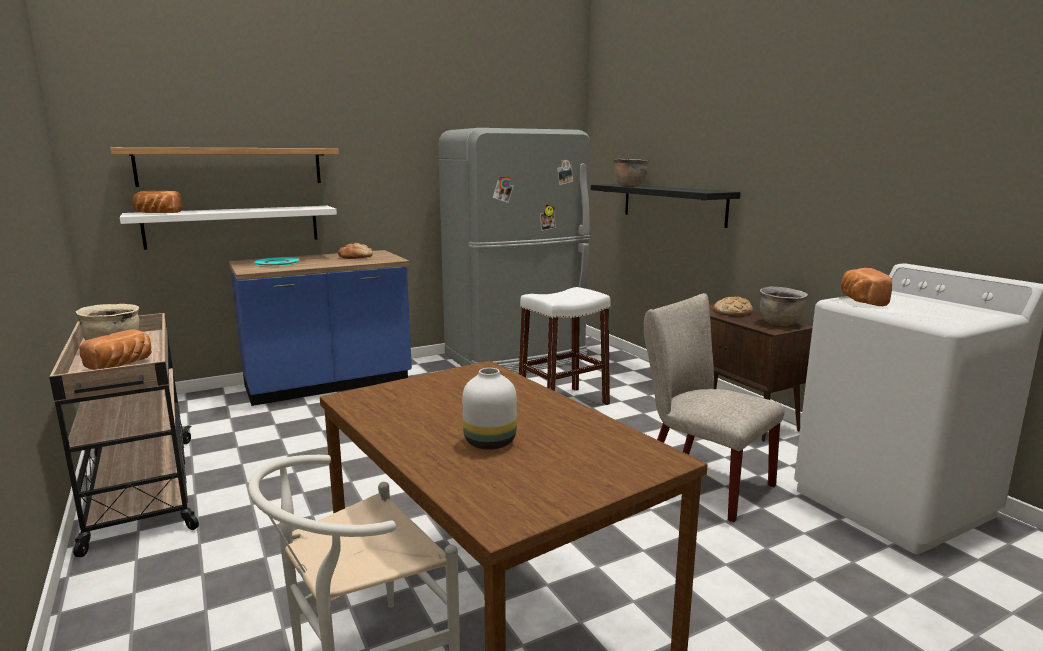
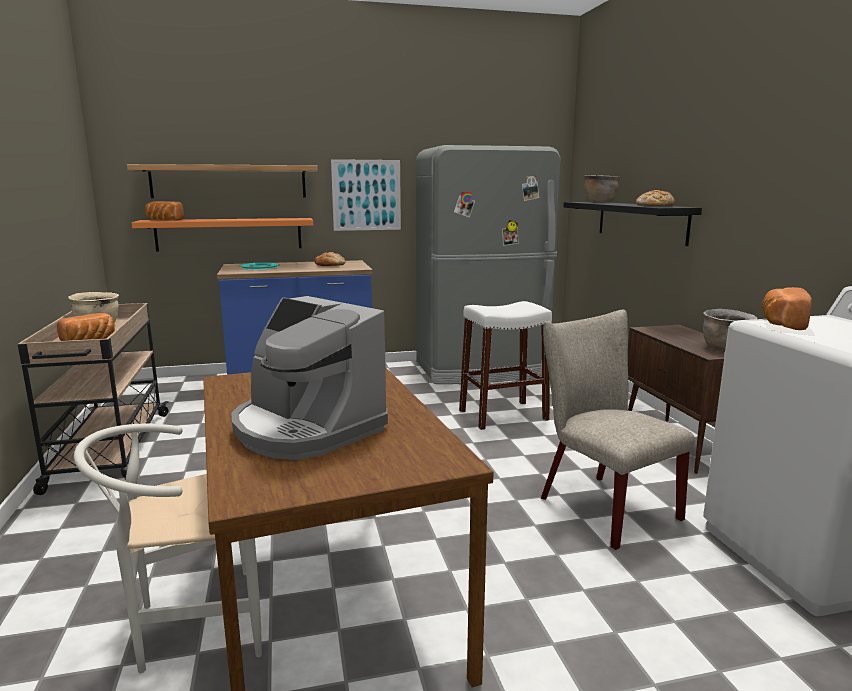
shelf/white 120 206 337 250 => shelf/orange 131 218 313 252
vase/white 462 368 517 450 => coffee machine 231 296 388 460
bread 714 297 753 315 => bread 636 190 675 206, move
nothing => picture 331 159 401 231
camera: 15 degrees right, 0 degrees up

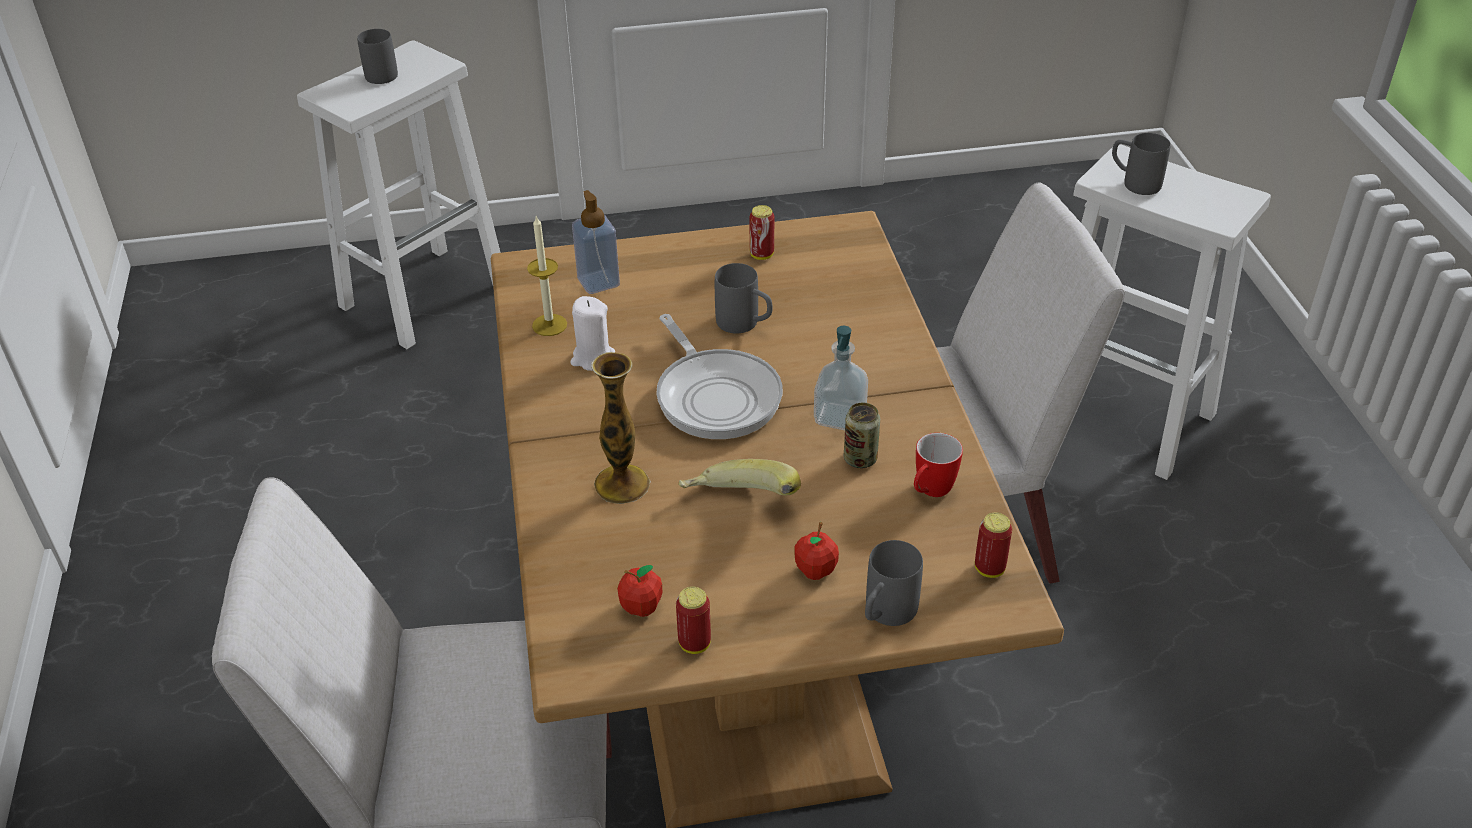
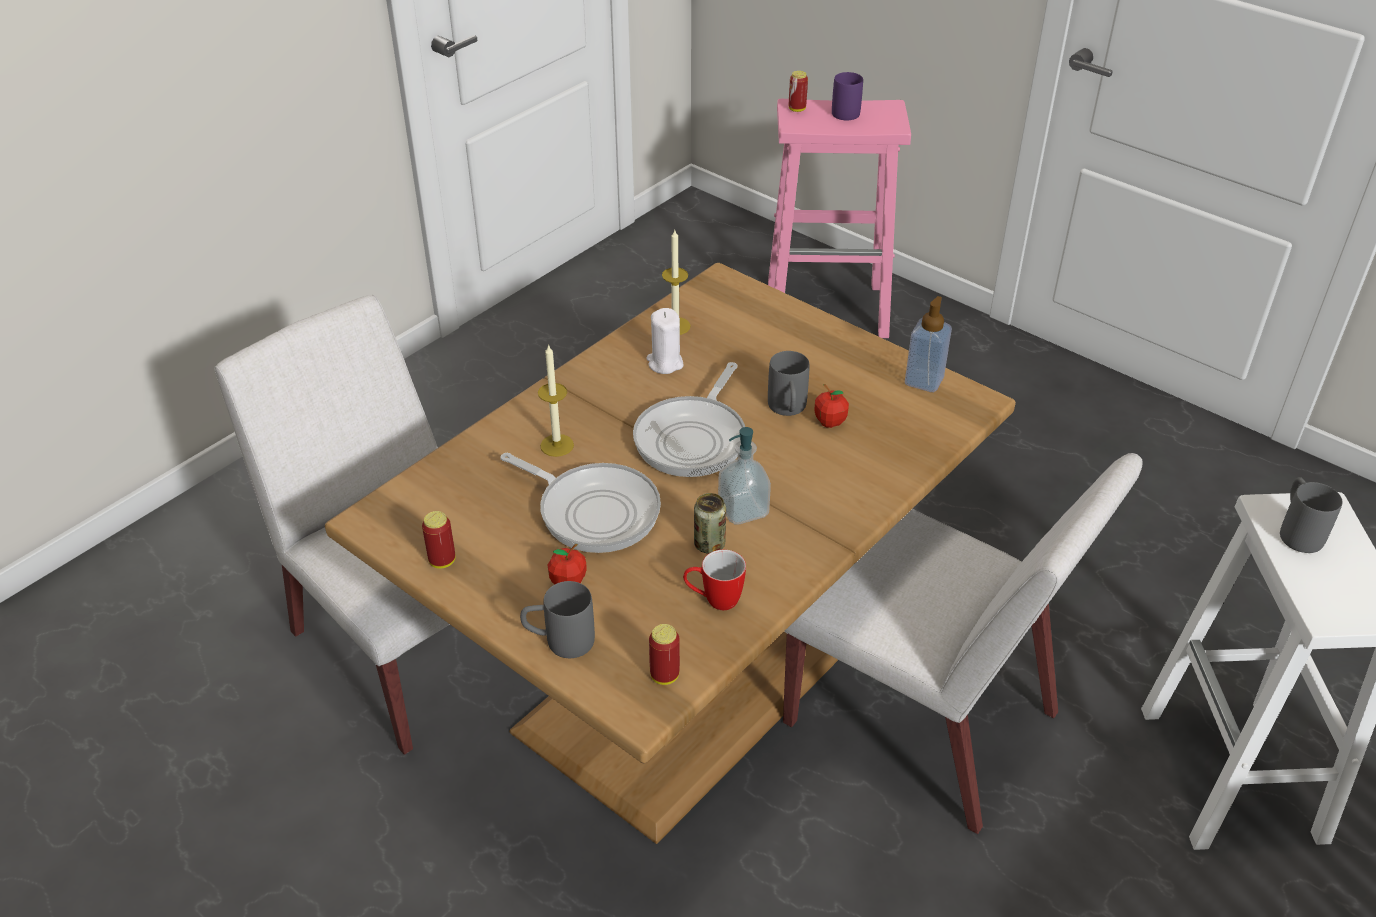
stool/white 297 40 501 349 => stool/pink 768 99 911 338
mug/grey 357 29 398 84 => mug/purple 832 72 863 120
soap dispenser 572 190 620 294 => soap dispenser 905 296 952 392, move
vase 591 352 651 504 => candle 538 344 574 457
apple 617 565 662 617 => apple 814 384 849 428, move
banana 678 459 801 495 => frying pan 501 453 661 553
can 750 205 774 260 => can 789 71 808 112, move
camera: 50 degrees right, 0 degrees up

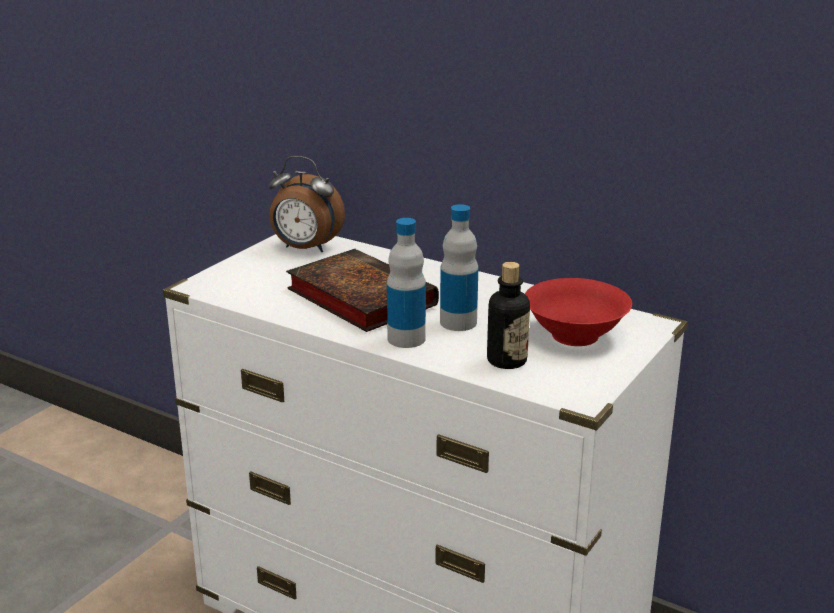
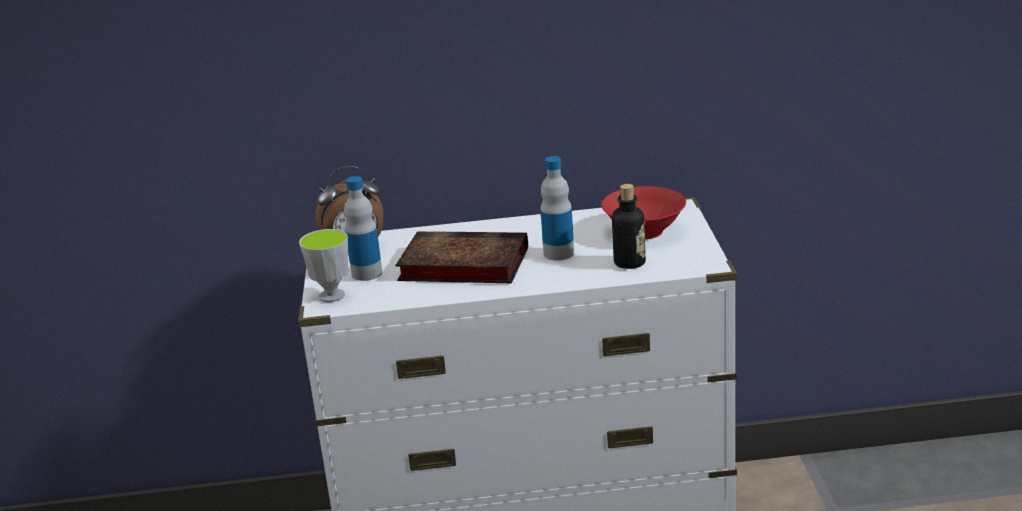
bottle 387 218 426 348 => bottle 344 176 382 281, move
nothing => cup 299 229 348 302
camera: 35 degrees left, 0 degrees up

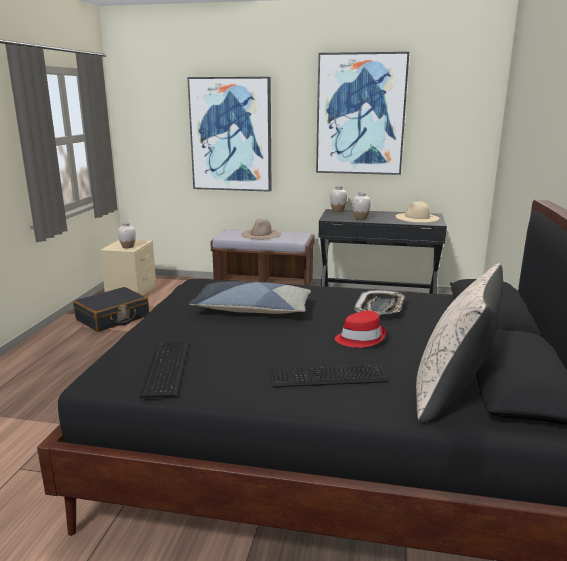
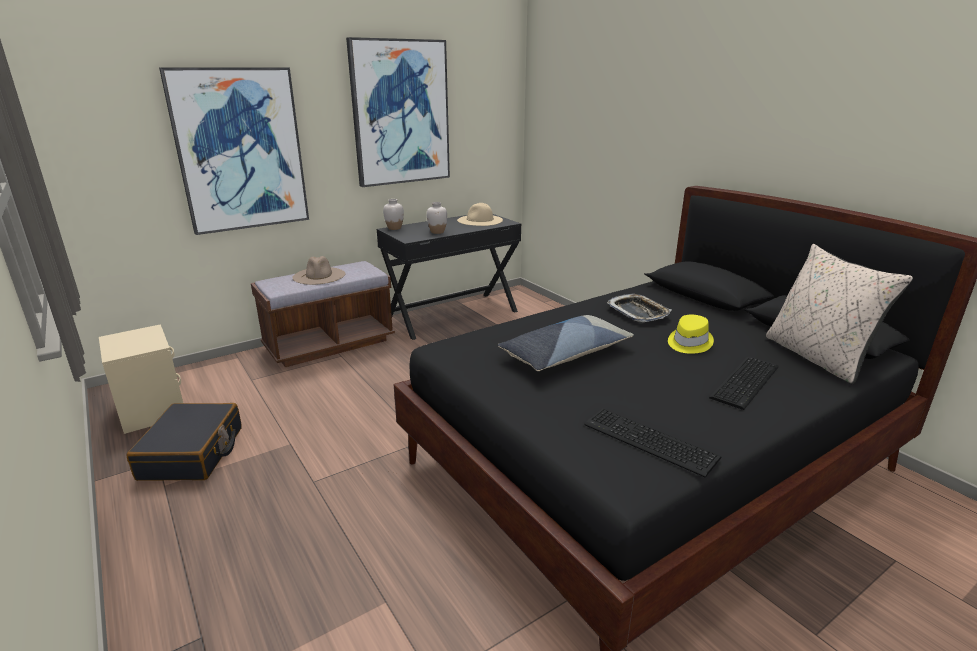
vase/white 118 222 136 248 => nothing
hat/red 335 311 386 348 => hat/yellow 668 315 714 354
camera: 45 degrees left, 5 degrees up

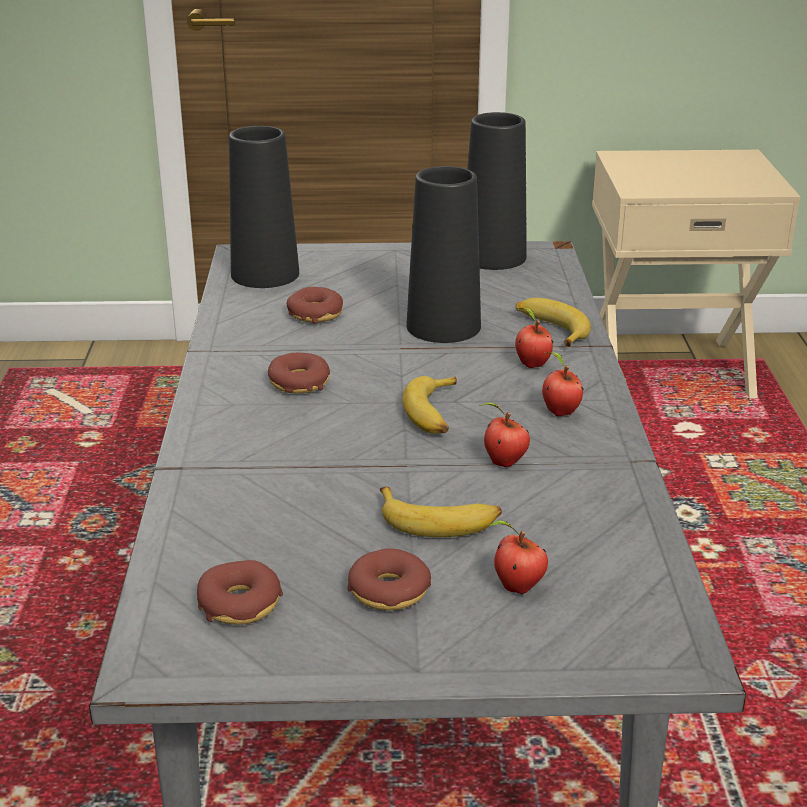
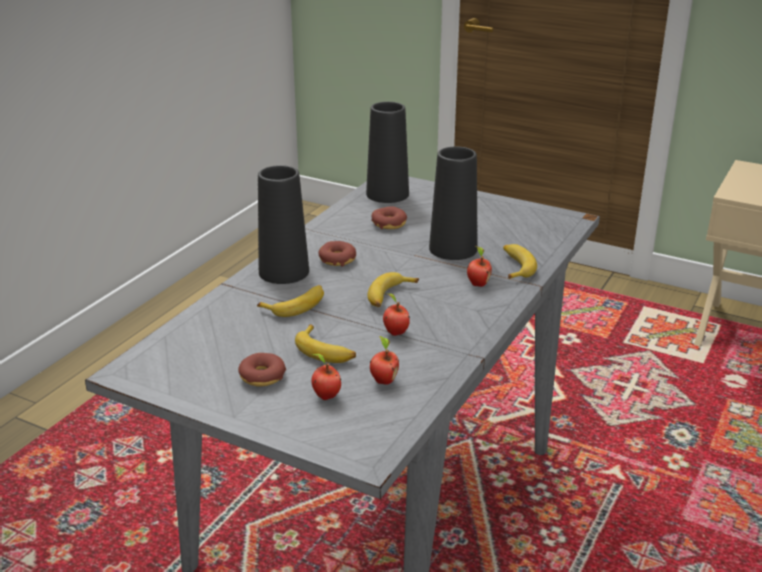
donut 197 560 283 625 => nothing
vase/black 467 112 527 270 => vase/black 258 165 309 284, move
apple 542 352 584 416 => apple 370 336 399 385, move
nothing => banana 257 285 324 317
camera: 30 degrees right, 0 degrees up

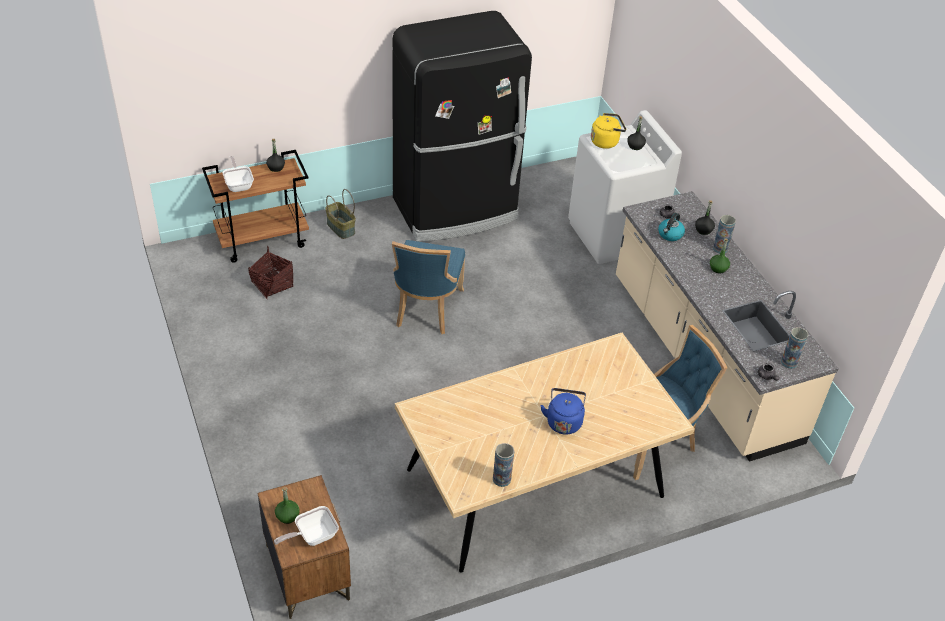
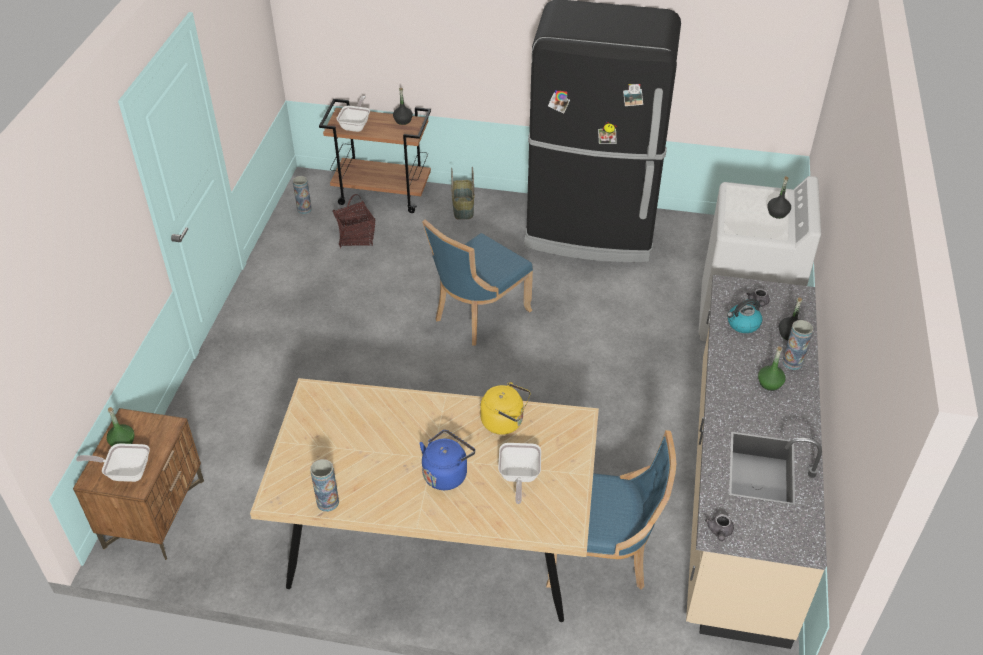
kettle/yellow 591 113 626 149 => kettle/yellow 480 382 531 435, move
vase 781 327 809 369 => vase 293 176 312 214, move
nothing => frying pan 498 443 541 504
camera: 35 degrees right, 0 degrees up

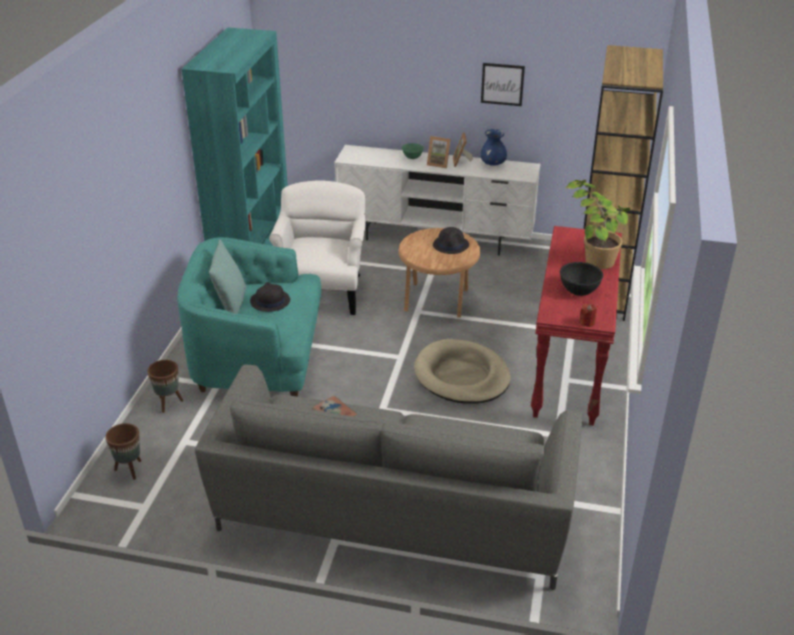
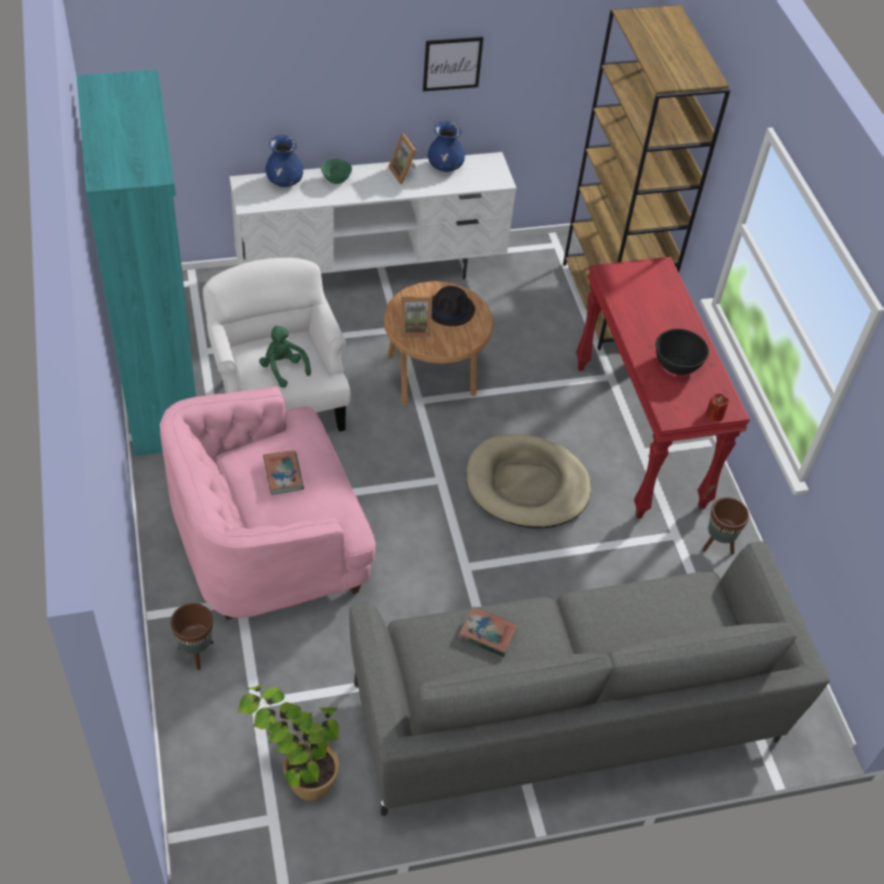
planter/brown 105 423 141 480 => planter/brown 702 497 750 555, move
armchair/turquoise 177 237 321 397 => armchair/pink 160 386 376 620
pillow/turquoise 209 239 247 314 => nothing
hat/black 250 282 290 312 => book 263 450 304 495
picture frame 427 136 451 168 => picture frame 400 296 432 337, move
potted plant 566 180 630 269 => potted plant 237 682 339 801, move
nothing => plush toy/green 259 325 311 388
nothing => vase/blue 265 135 303 187
camera: 30 degrees left, 15 degrees up

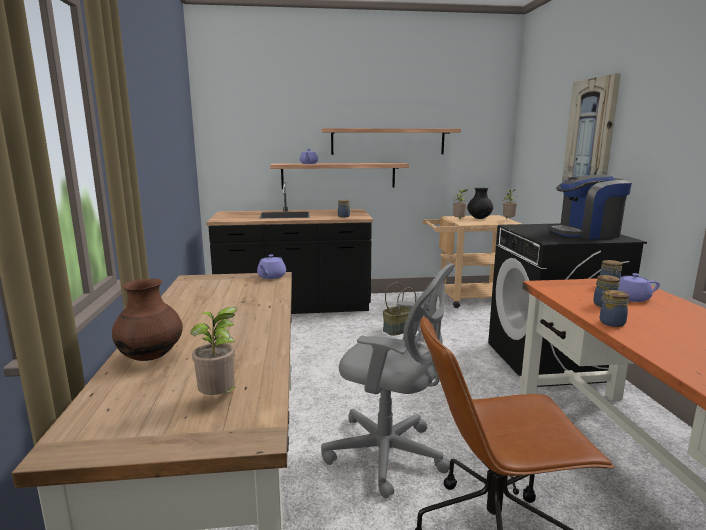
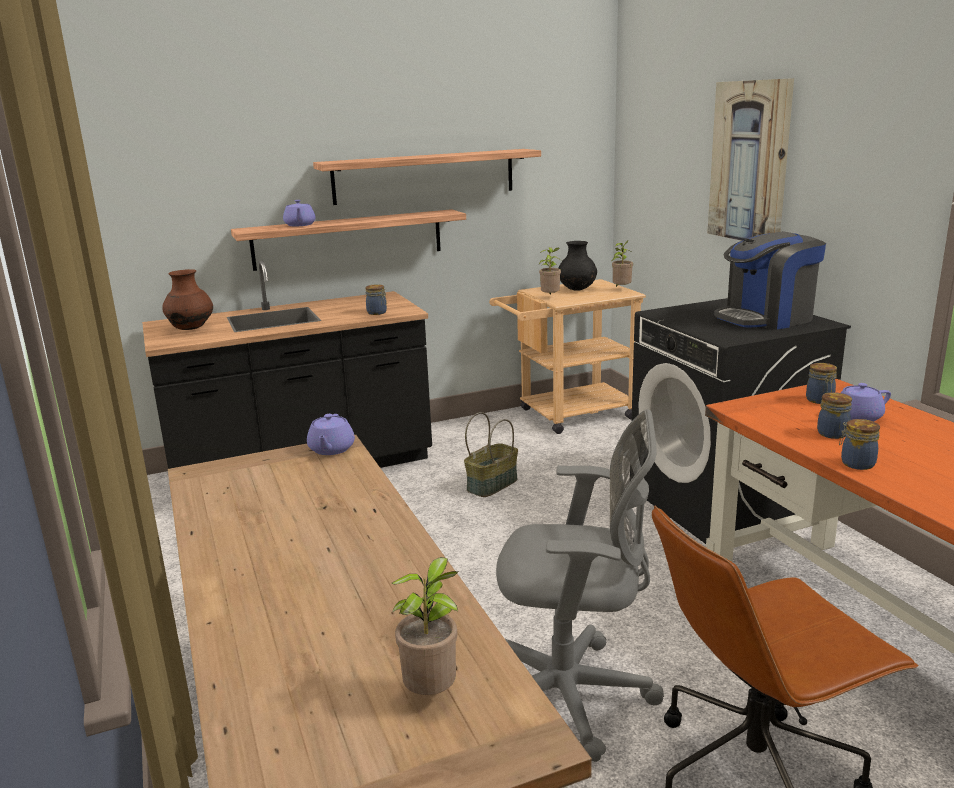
vase/brown 112 279 183 361 => vase/brown 162 269 213 330, move
camera: 15 degrees left, 5 degrees up

